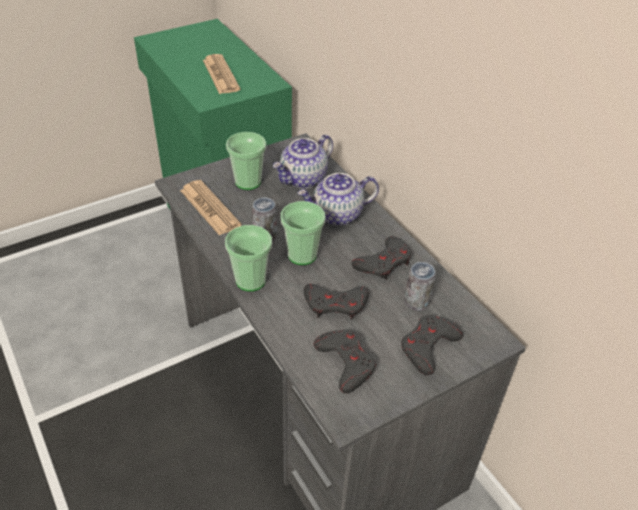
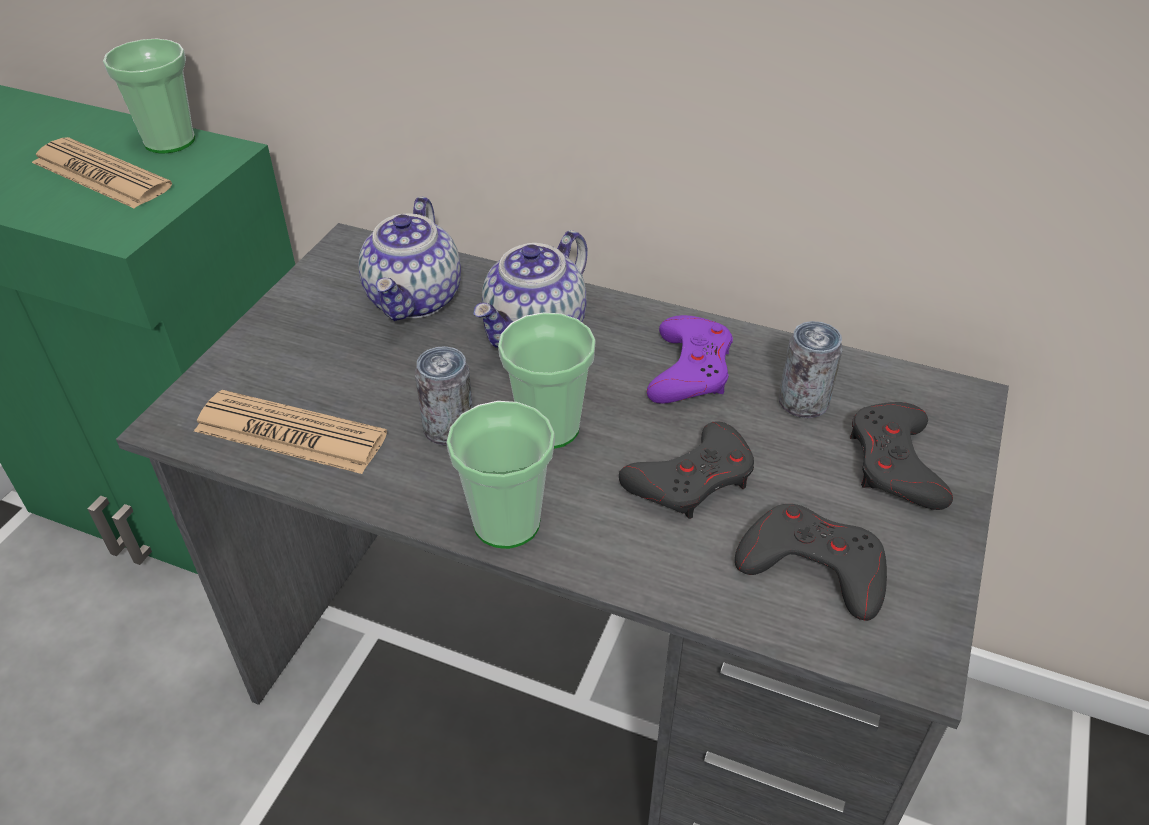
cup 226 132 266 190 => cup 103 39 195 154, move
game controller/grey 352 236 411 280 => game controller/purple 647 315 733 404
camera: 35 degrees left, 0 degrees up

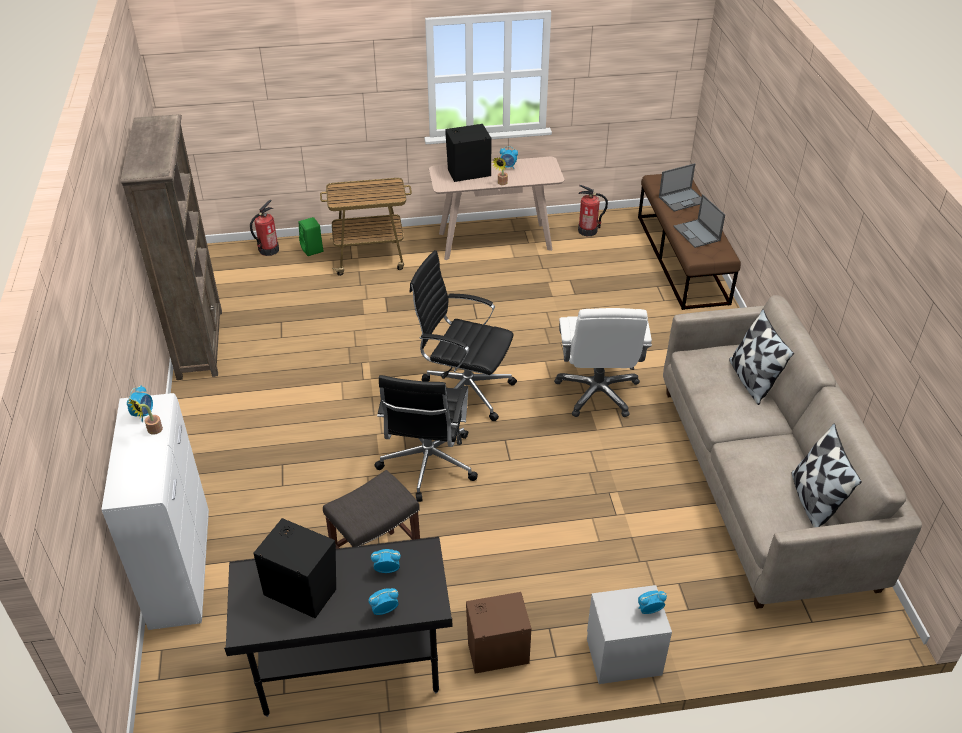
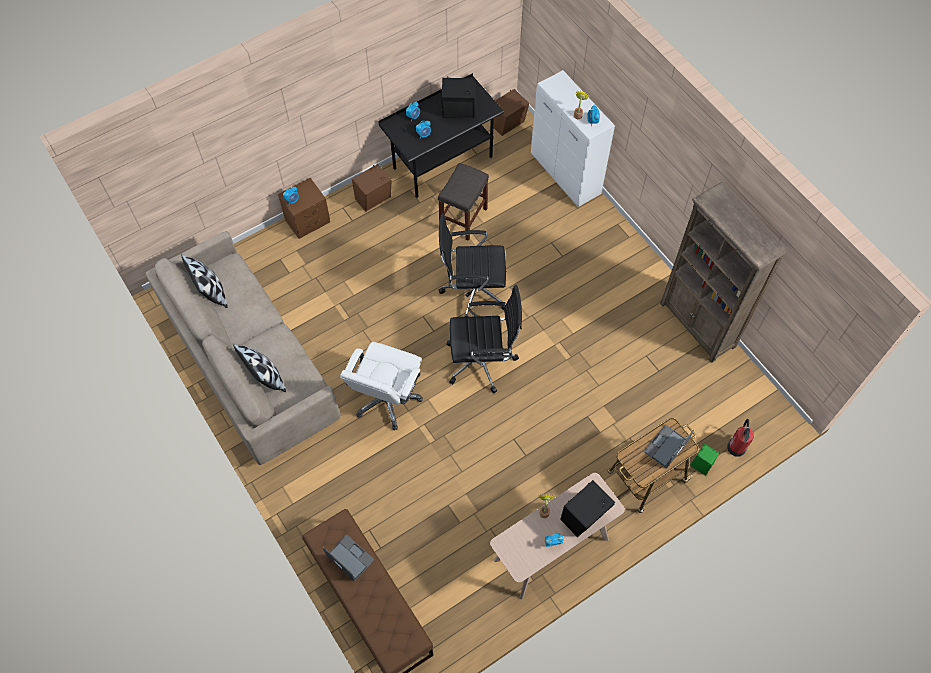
office chair/black 374 375 478 502 => office chair/black 439 213 506 317, 75 degrees counterclockwise
office chair/white 554 308 652 417 => office chair/white 340 342 423 430, 135 degrees counterclockwise
fire extinguisher 578 185 608 236 => nothing
nightstand/grey 587 585 672 684 => nightstand/brown 278 178 330 239
laptop 659 163 701 212 => laptop 643 424 694 469, move
nothing => speaker/brown 494 89 529 136
camera: 155 degrees right, 20 degrees up

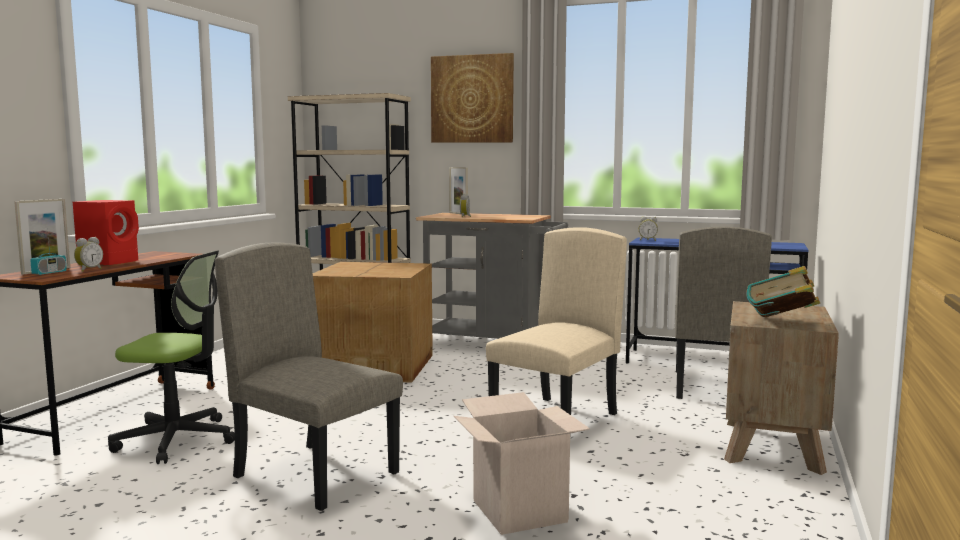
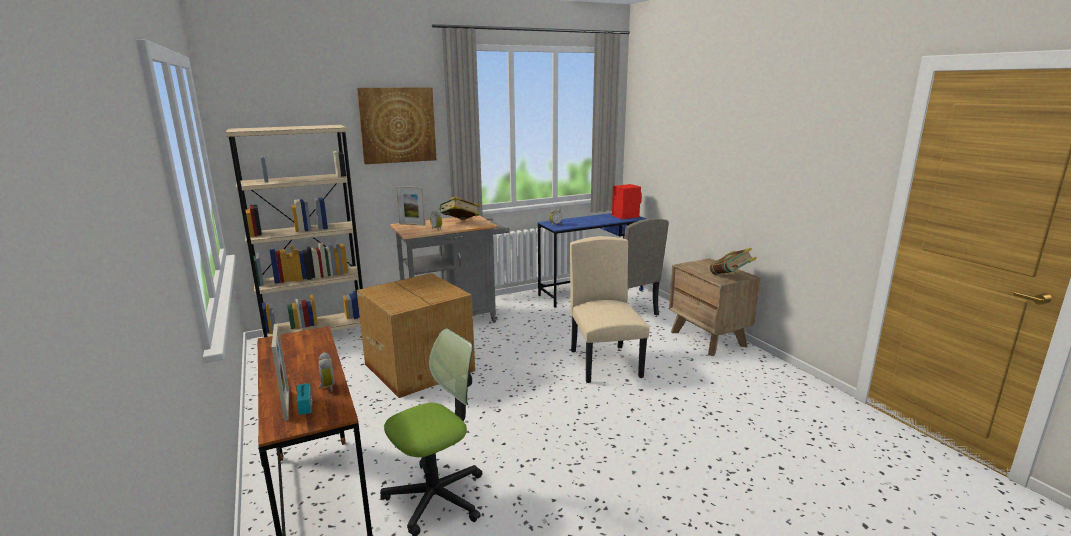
speaker/red 73 200 139 265 => speaker/red 612 184 642 219, move
chair/beige 215 242 403 511 => nothing
cardboard box 453 392 590 535 => nothing
nothing => book 438 196 481 220
camera: 45 degrees left, 10 degrees up

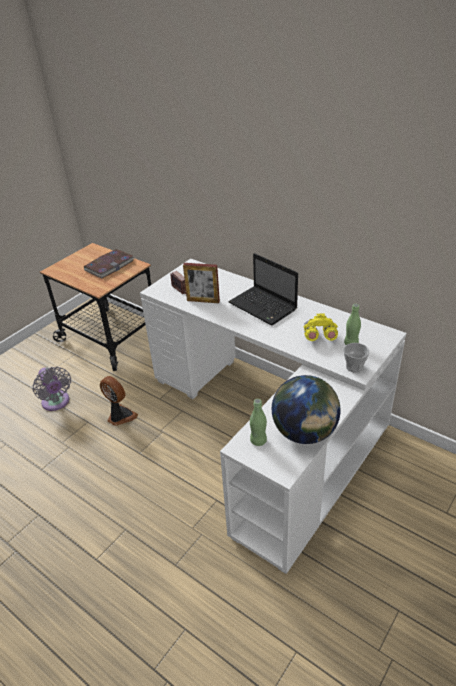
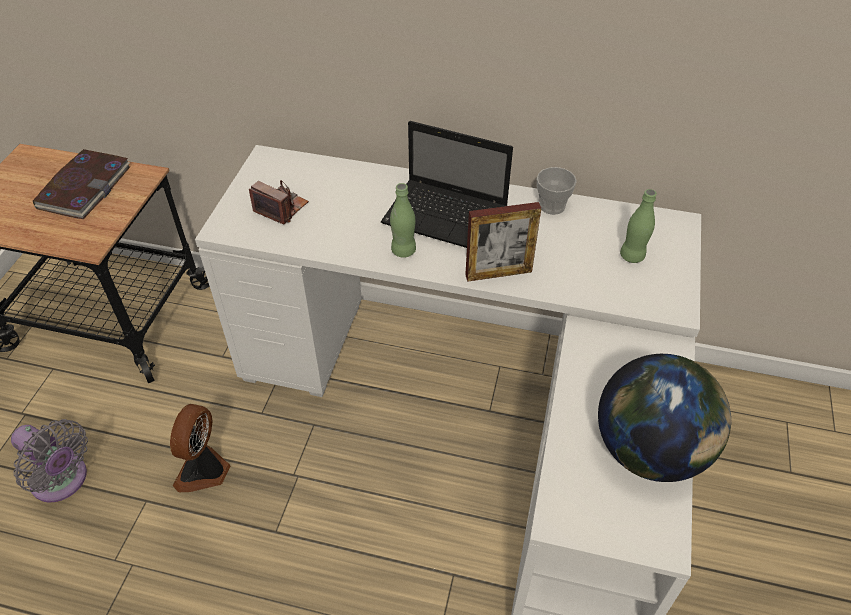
fan 100 376 138 426 => fan 170 404 230 492, 90 degrees counterclockwise
picture frame 183 263 220 303 => picture frame 465 202 541 282, move
bottle/green 250 399 267 446 => bottle/green 390 183 416 258, move
binoculars/yellow 303 313 338 341 => nothing
cup 344 343 369 373 => cup 537 167 577 215, move
camera: 25 degrees left, 10 degrees up

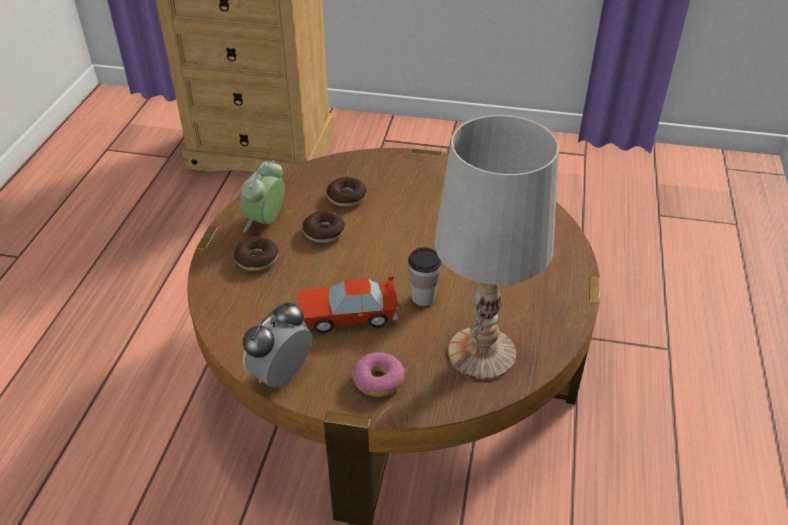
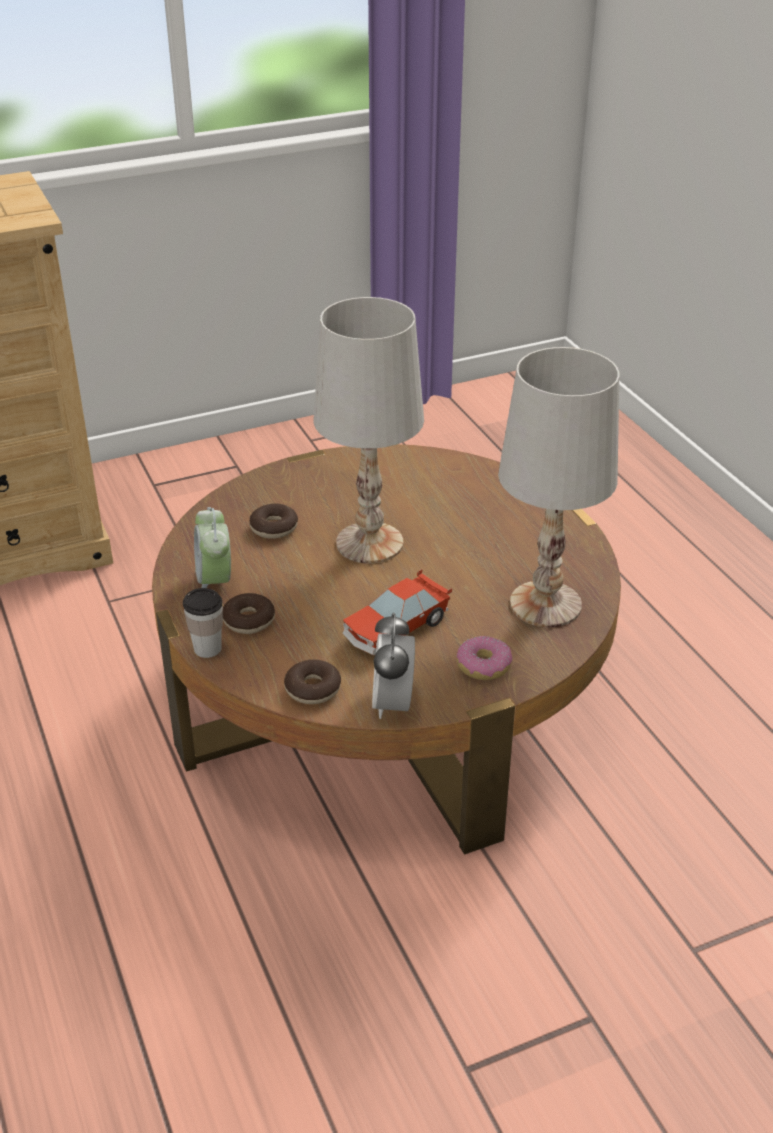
donut 302 211 345 243 => donut 284 660 341 704, move
cup 408 247 441 306 => cup 183 588 223 658, move
nothing => table lamp/white 313 297 424 564
camera: 35 degrees left, 5 degrees down

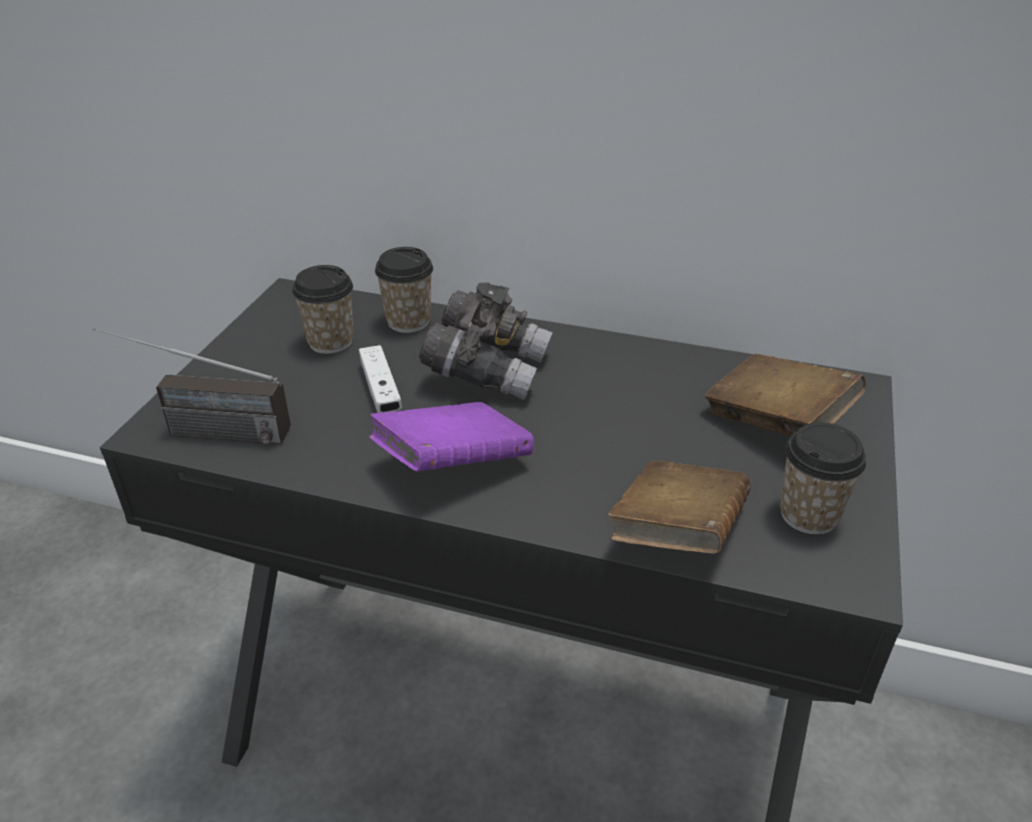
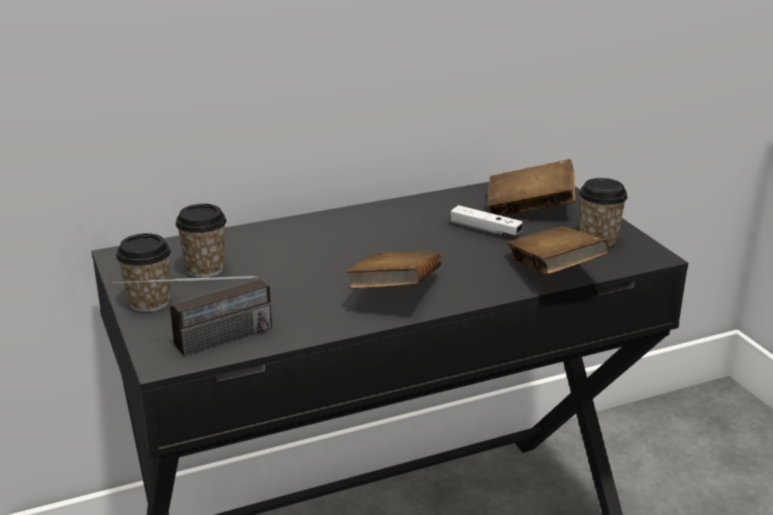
game controller/white 359 345 402 413 => game controller/white 451 205 523 235, move
book/purple 369 402 534 472 => book/brown 346 251 442 289
cup 375 247 433 333 => cup 116 233 171 312, move
binoculars/grey 419 283 553 400 => nothing
camera: 40 degrees left, 10 degrees down

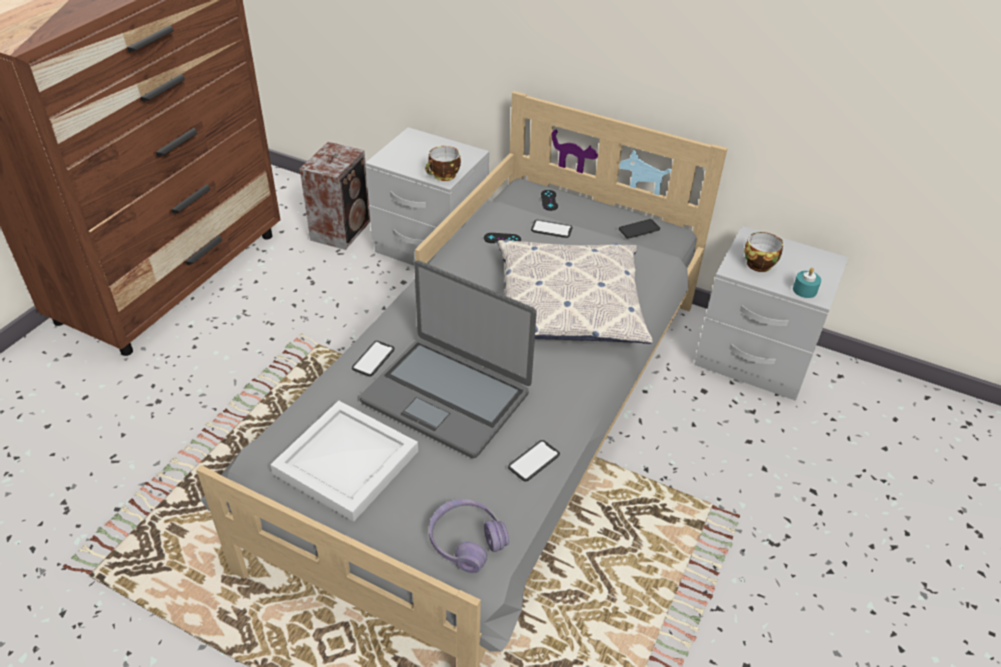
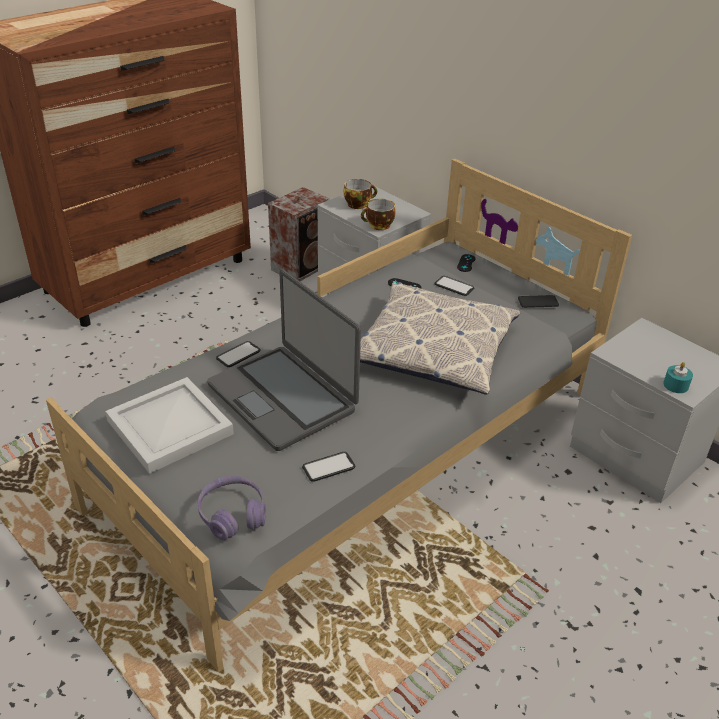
cup 744 232 783 272 => cup 344 179 377 209, move
camera: 20 degrees right, 5 degrees down

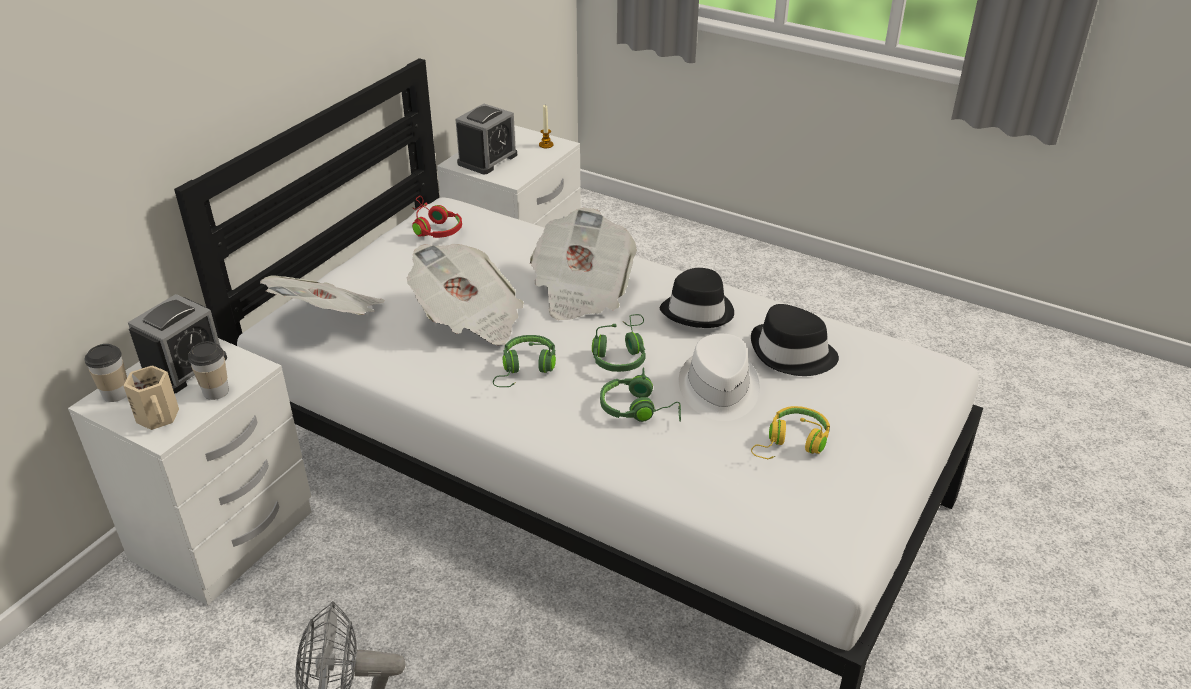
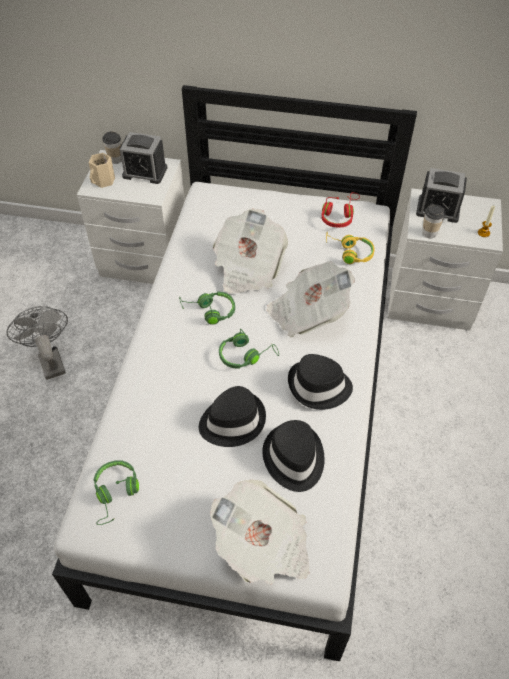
cup 188 341 229 400 => cup 422 204 445 238, move
newspaper 260 275 385 315 => newspaper 210 479 310 585, move
headphones/green 600 367 681 422 => headphones/green 94 460 139 525, move
hat/white 679 334 760 421 => hat/black 199 386 266 447
headphones/yellow 751 406 830 459 => headphones/yellow 326 232 374 264, move
camera: 70 degrees right, 15 degrees up

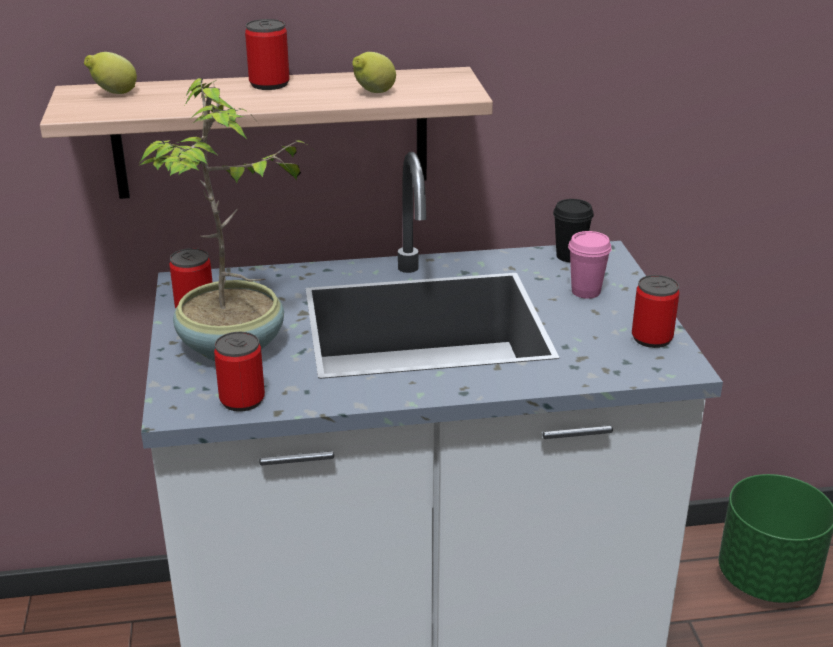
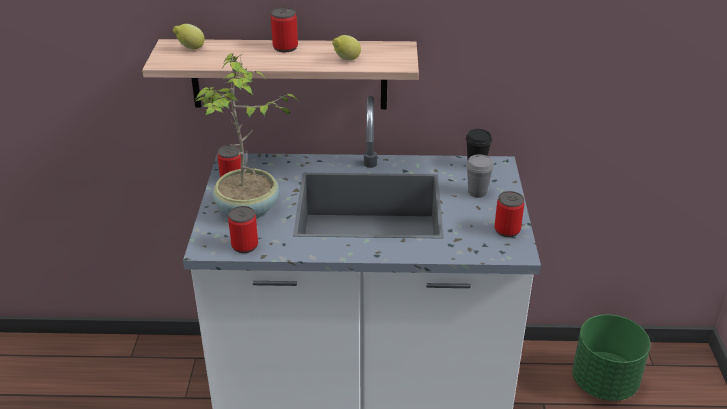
cup/pink 568 231 612 299 => cup/grey 466 154 494 198
camera: 10 degrees right, 5 degrees up

